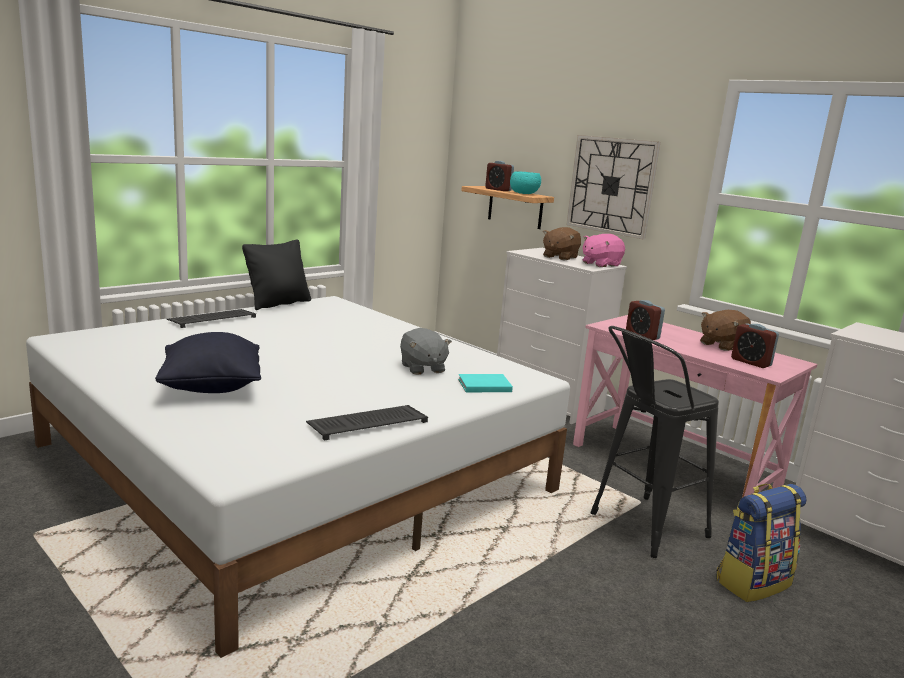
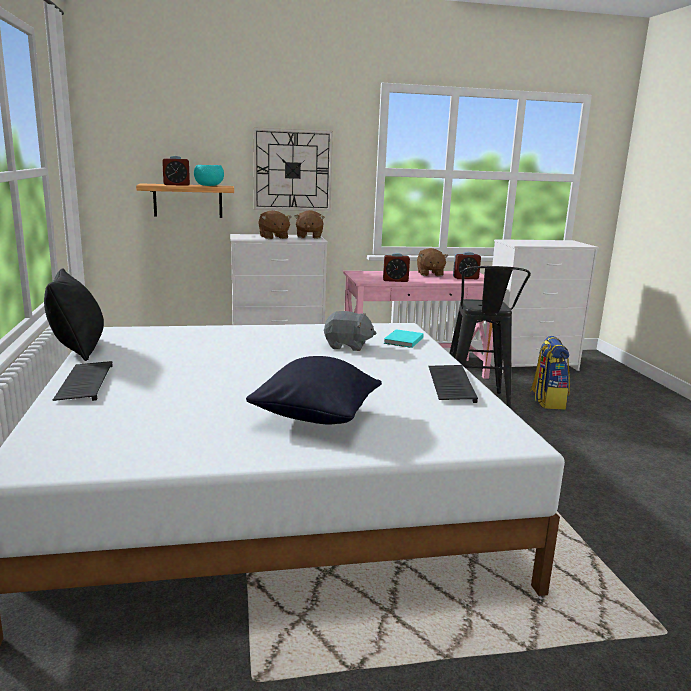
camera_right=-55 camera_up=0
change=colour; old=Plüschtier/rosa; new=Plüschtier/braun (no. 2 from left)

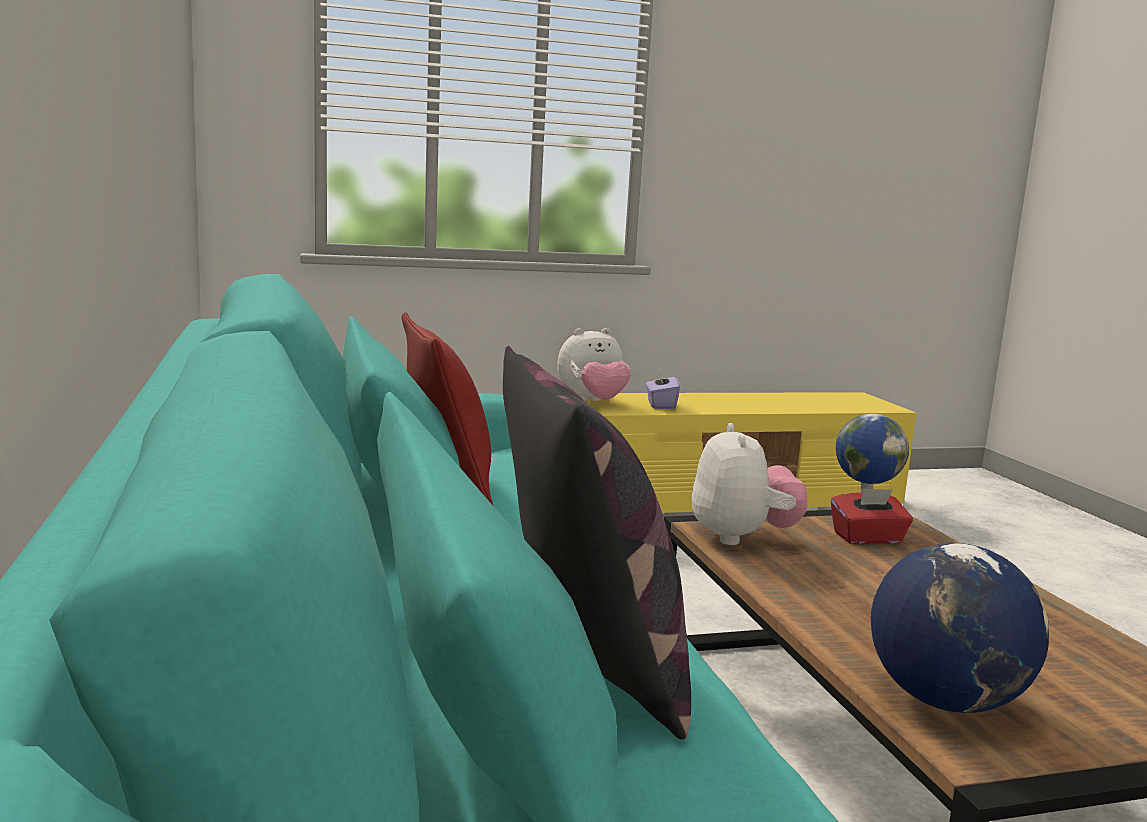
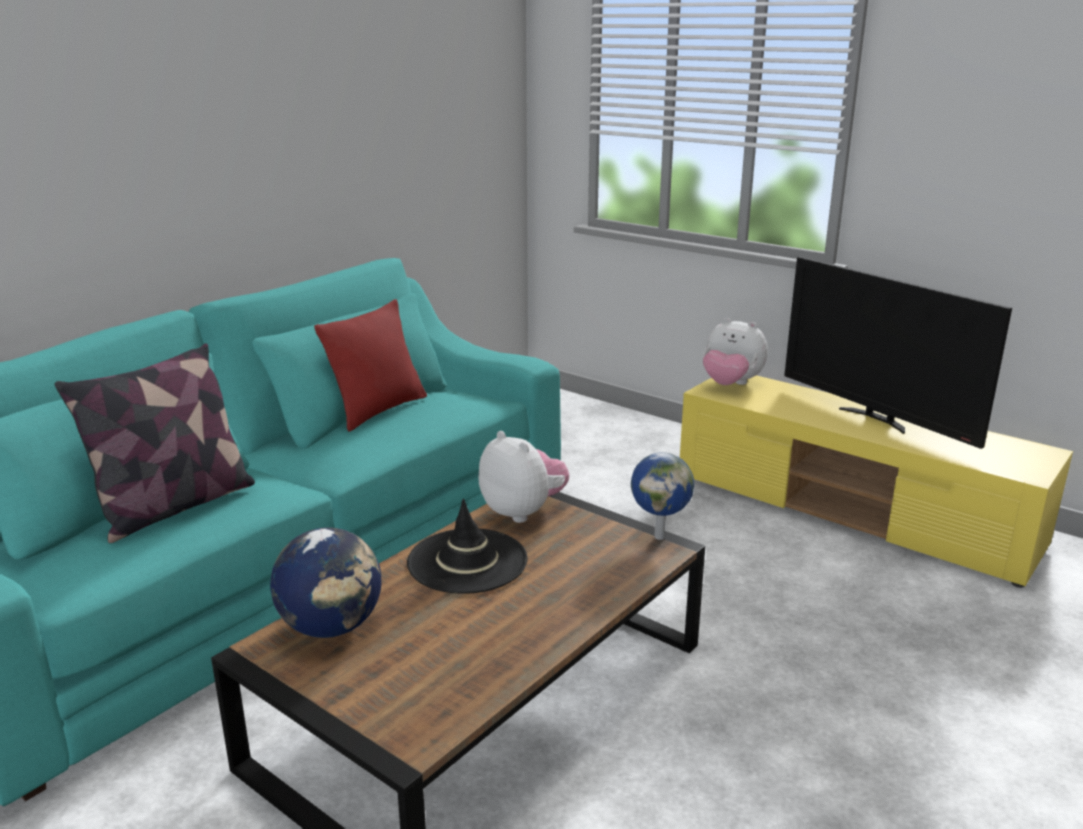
camera_right=55 camera_up=10
change=appeared; new=Hut/schwarz
change=spun; old=Plüschtier (no. 2 from left in the first image); degrees=-90
change=appeared; new=Fernseher
change=missing; old=Taschentuchbox/lila
change=missing; old=Taschentuchbox/rot

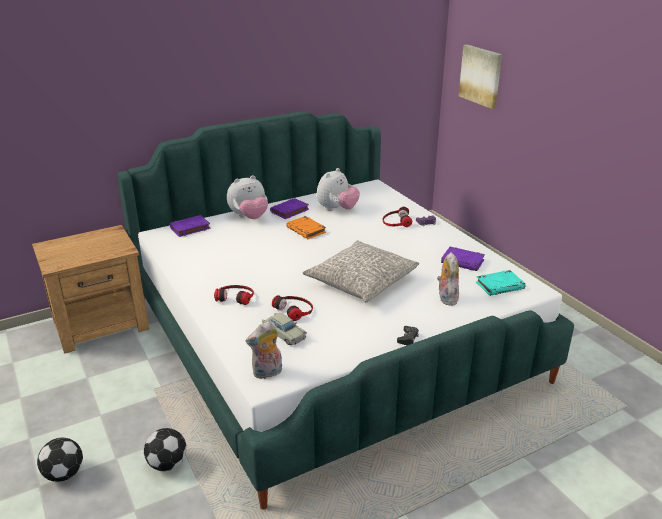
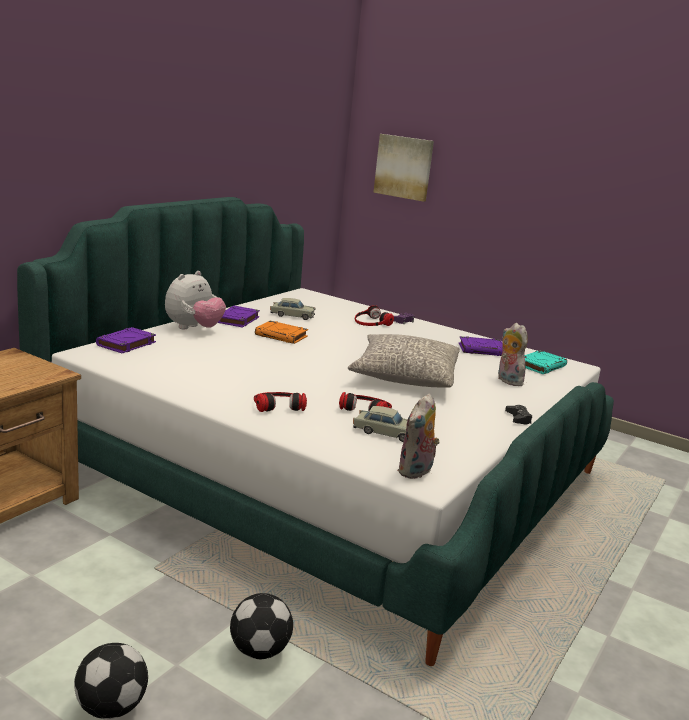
camera_right=-30 camera_up=-10
change=exchanged; old=Plüschtier (no. 3 from left); new=Spielzeugauto/beige (no. 1 from left)

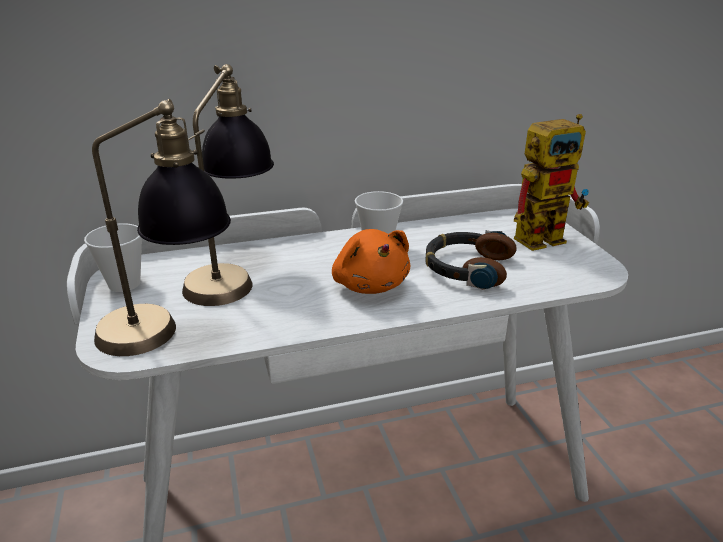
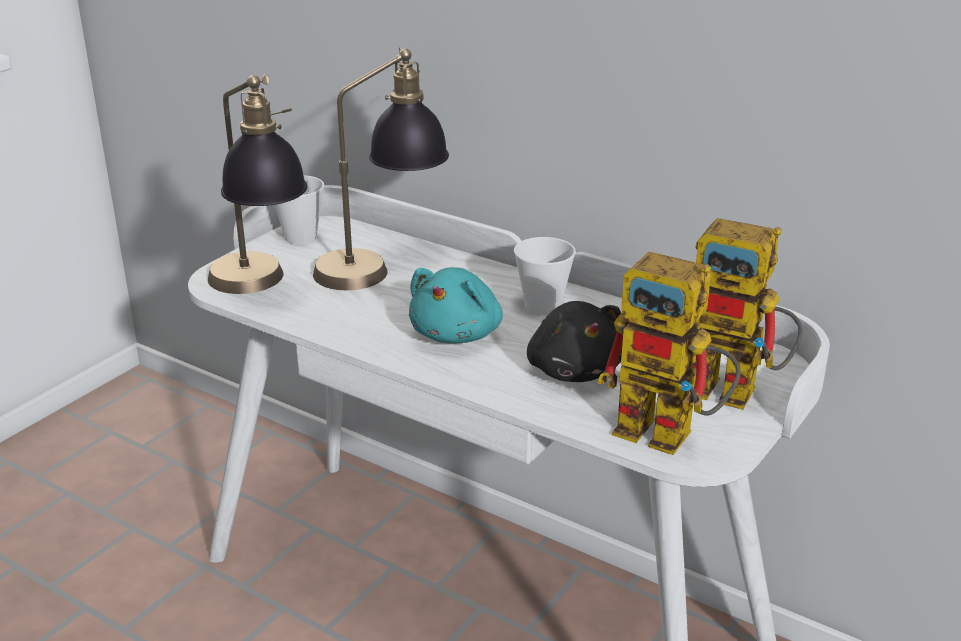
camera_right=50 camera_up=0
change=colour; old=Plüschtier/orange; new=Plüschtier/türkis
change=exchanged; old=Kopfhörer; new=Plüschtier/schwarz
change=appeared; new=Spielzeugroboter (no. 1 from left)

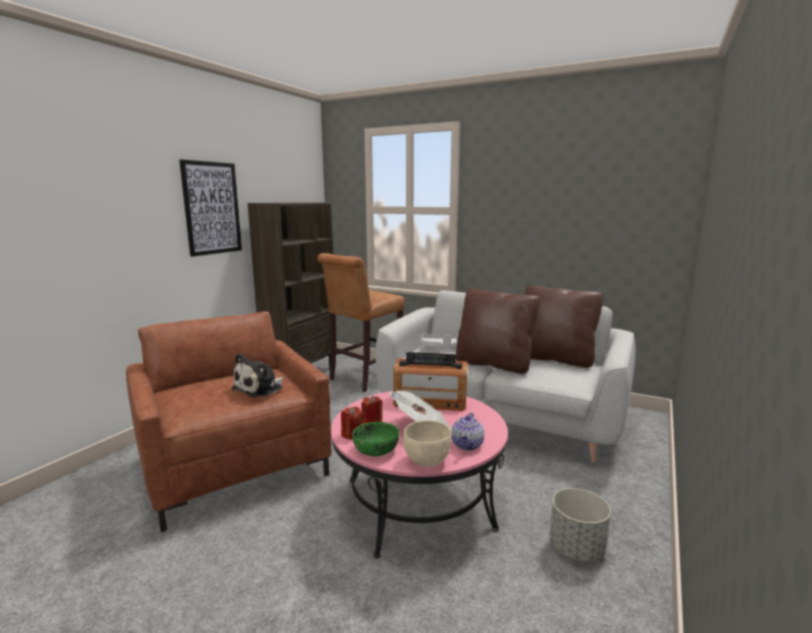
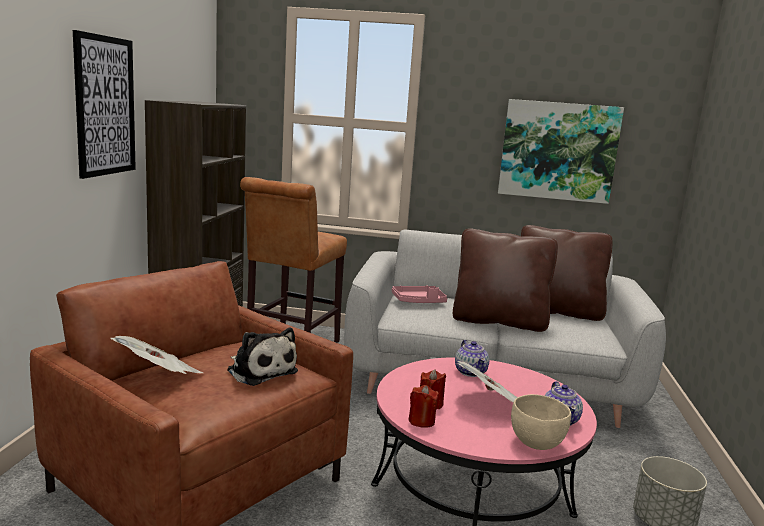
camera_right=-20 camera_up=0
change=appeared; new=Zeitung (no. 1 from left)
change=spun; old=Plüschtier; degrees=-60
change=colour; old=Tablett/grau; new=Tablett/rosa
change=exchanged; old=Radio; new=Teekanne (no. 1 from left)
change=appeared; new=Bild (no. 2 from left)
change=missing; old=Schüssel/grün

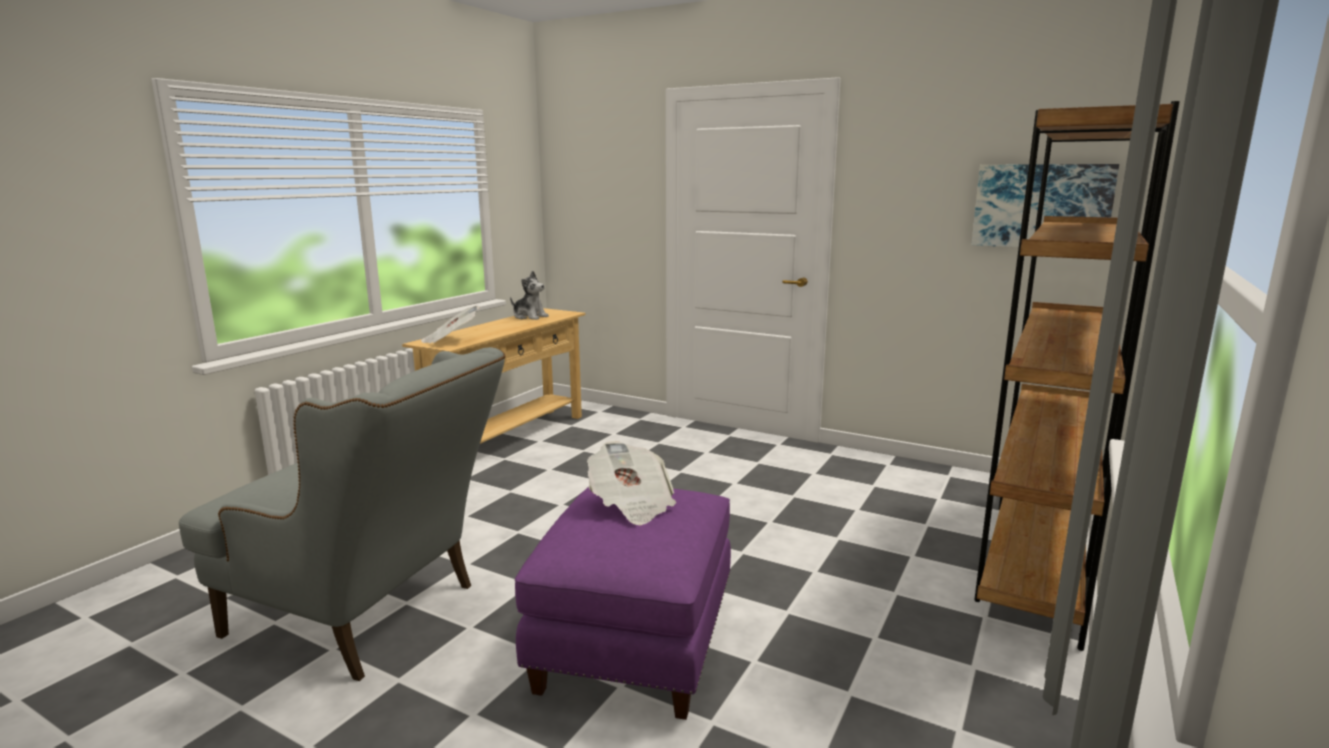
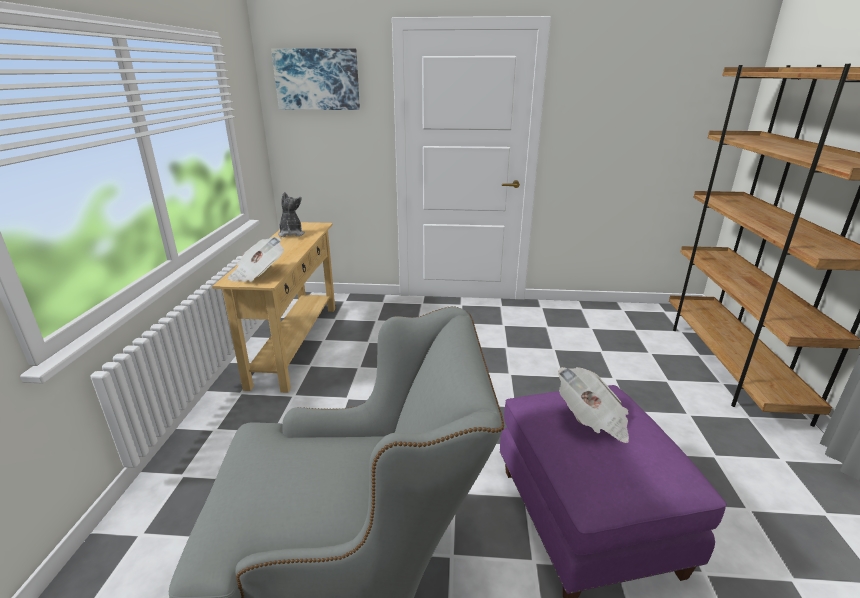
camera_right=-25 camera_up=10
change=relocated; old=Bild
change=spun; old=Plüschtier; degrees=-105

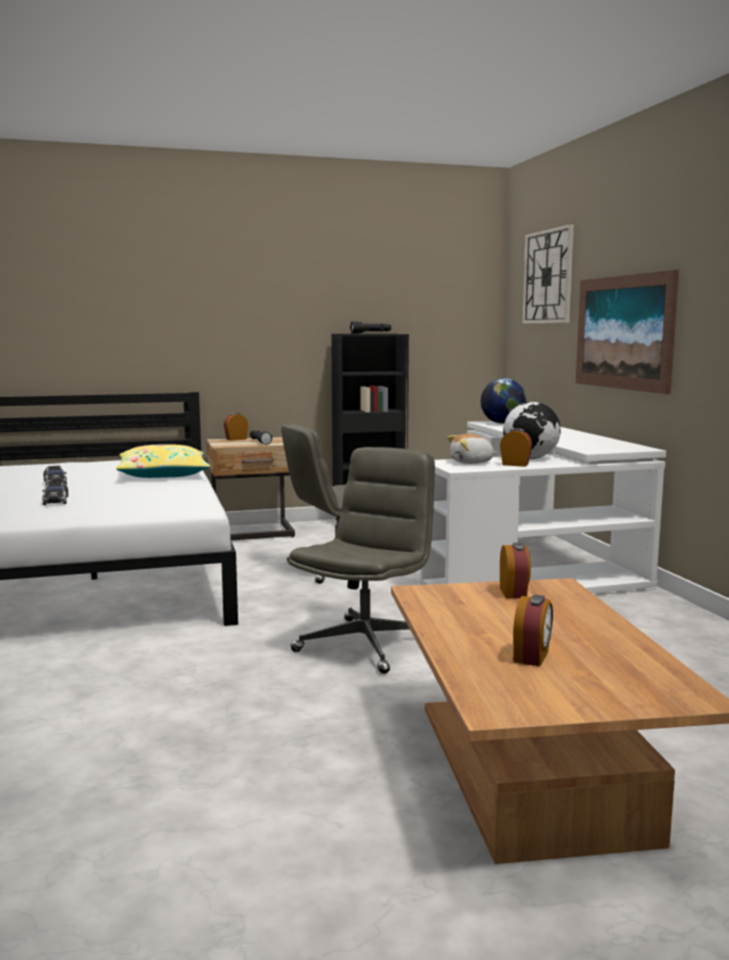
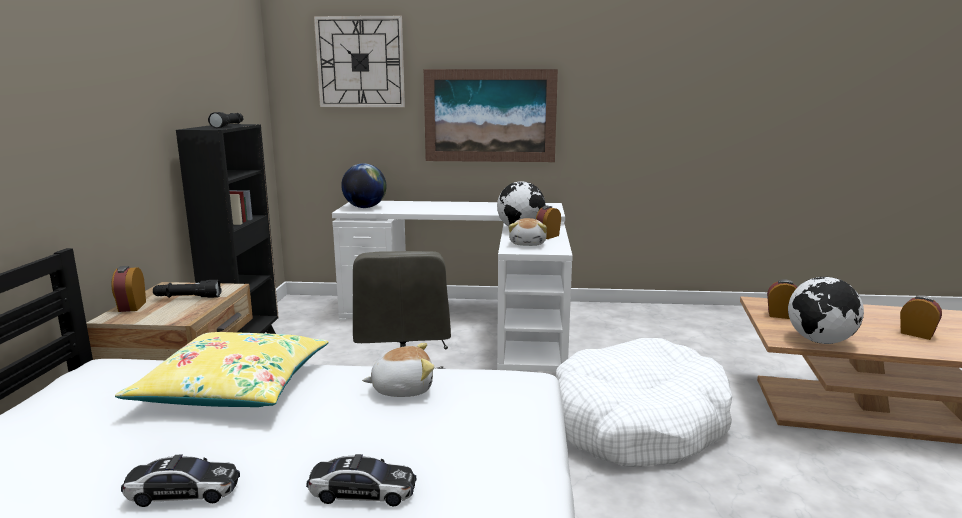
camera_right=-70 camera_up=5
change=appeared; new=Plüschtier (no. 1 from left)
change=exchanged; old=Bürostuhl/grau (no. 2 from left); new=Hundebett/weiß
change=appeared; new=Globus (no. 3 from left)

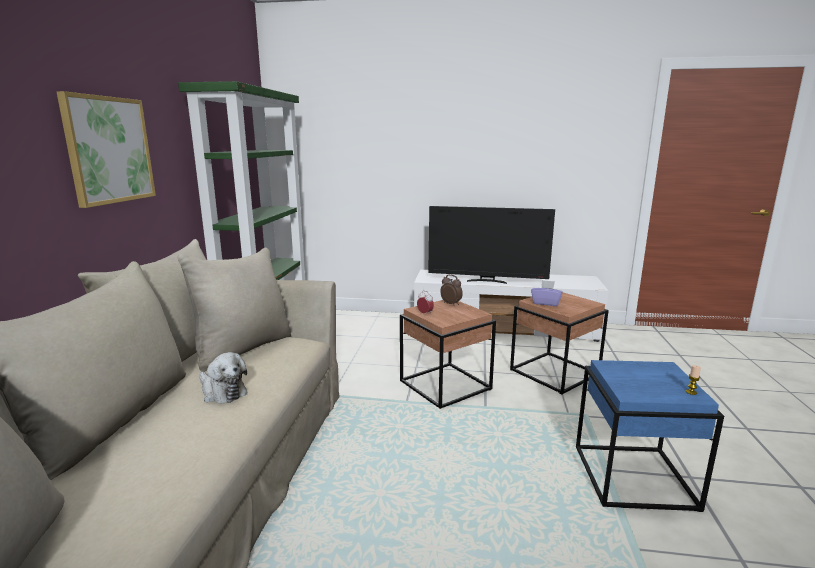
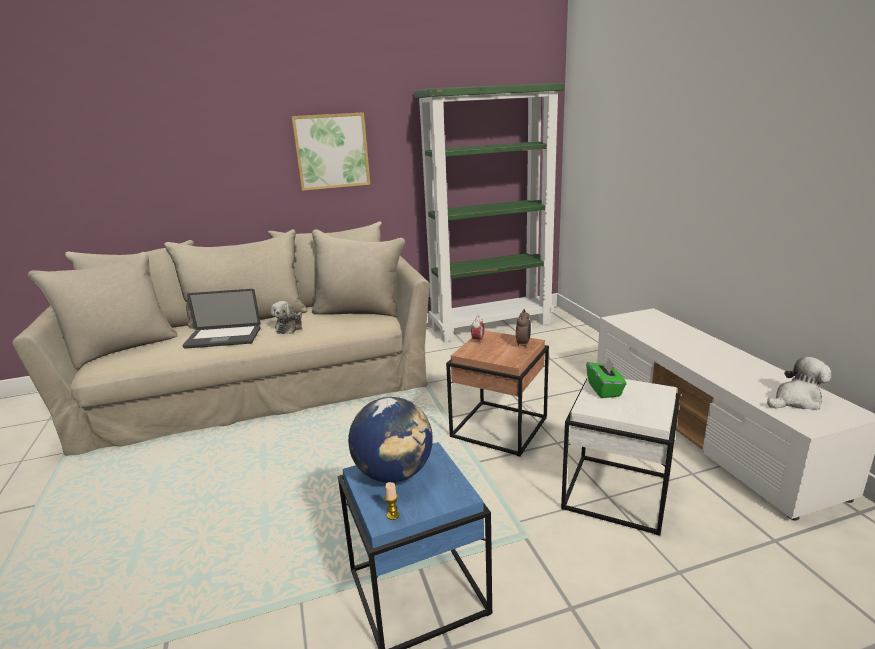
camera_right=65 camera_up=5
change=appeared; new=Laptop
change=appeared; new=Globus
change=colour; old=Beistelltisch/braun (no. 2 from left); new=Beistelltisch/weiß
change=colour; old=Taschentuchbox/lila; new=Taschentuchbox/grün
change=appeared; new=Plüschtier (no. 2 from left)
change=missing; old=Fernseher

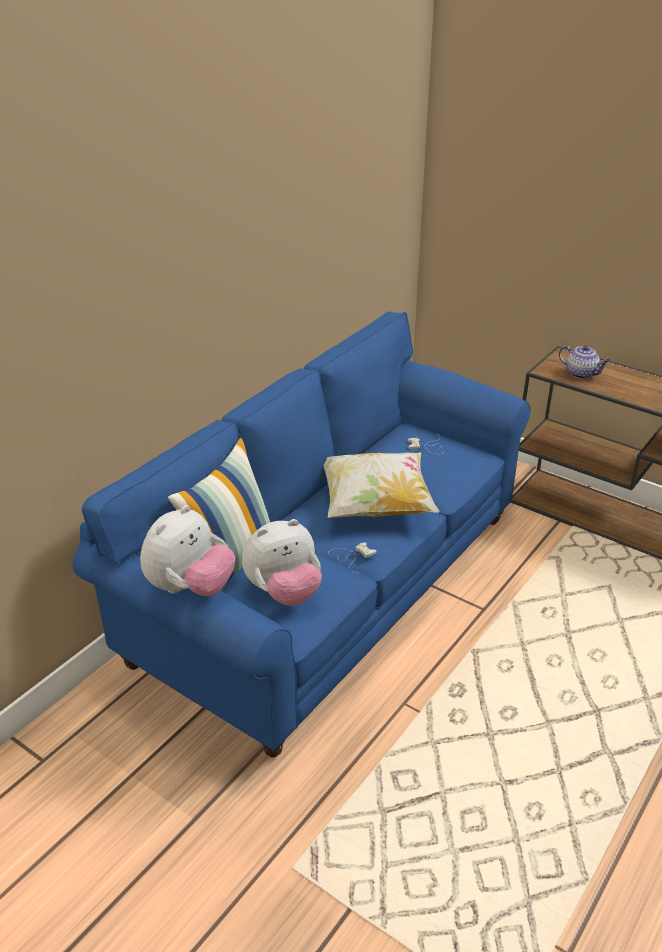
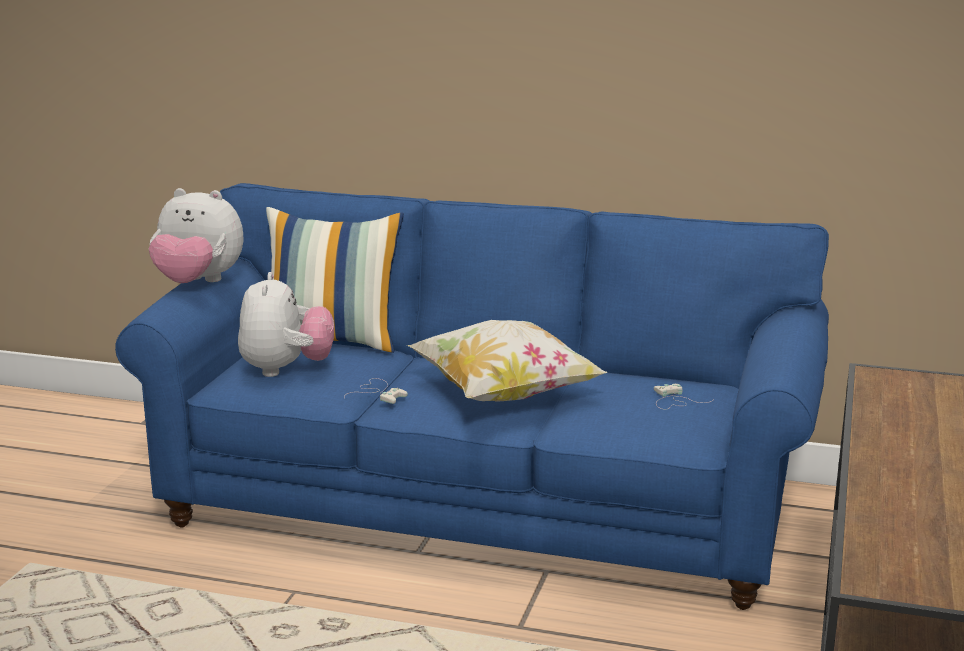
camera_right=70 camera_up=-15
change=spun; old=Plüschtier (no. 2 from left); degrees=-135
change=missing; old=Teekanne

